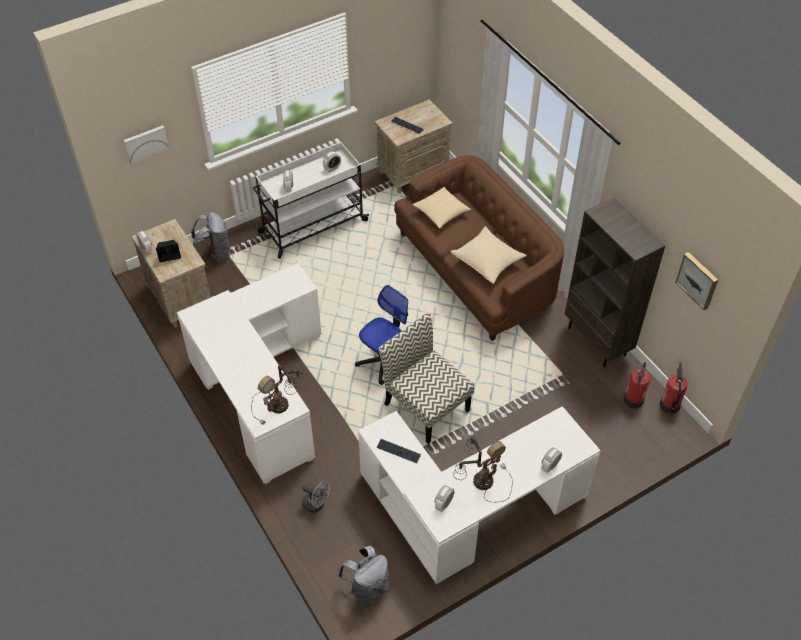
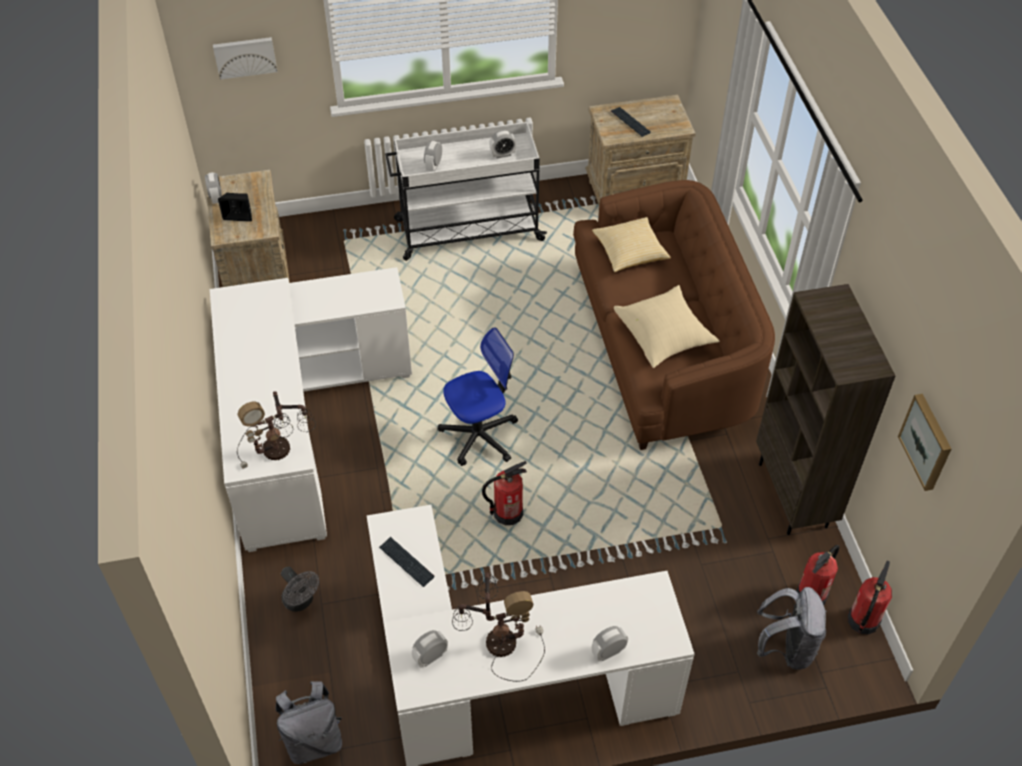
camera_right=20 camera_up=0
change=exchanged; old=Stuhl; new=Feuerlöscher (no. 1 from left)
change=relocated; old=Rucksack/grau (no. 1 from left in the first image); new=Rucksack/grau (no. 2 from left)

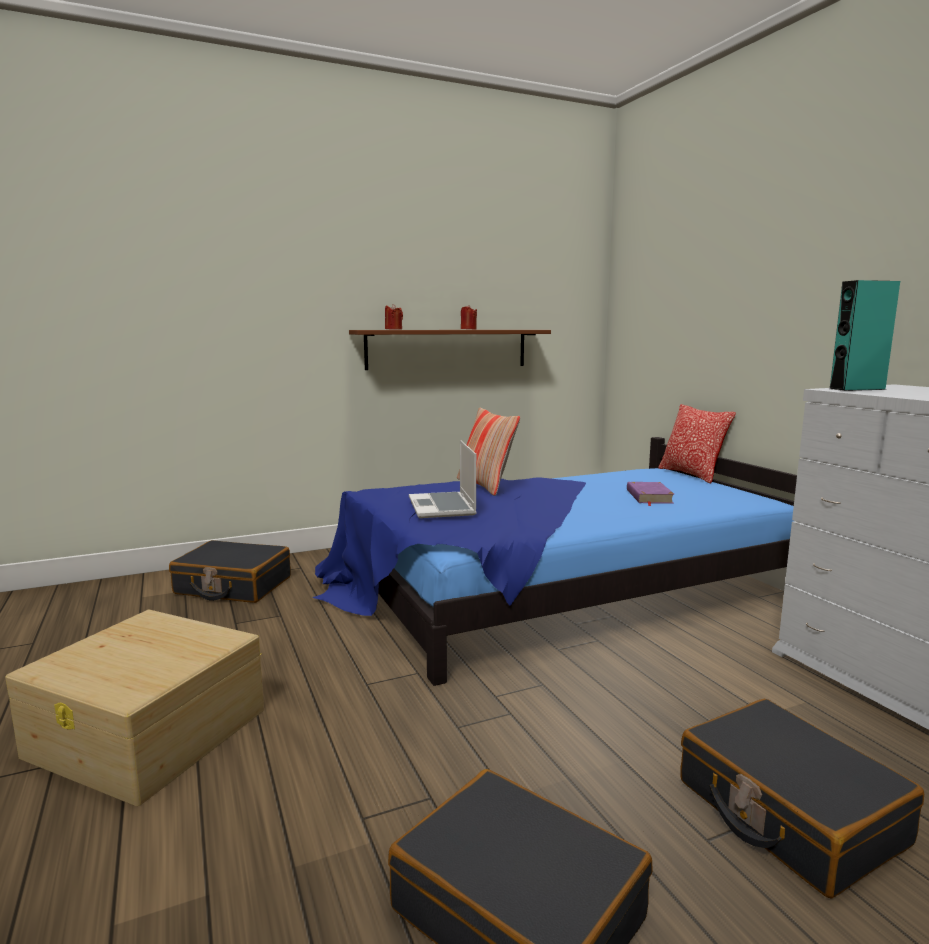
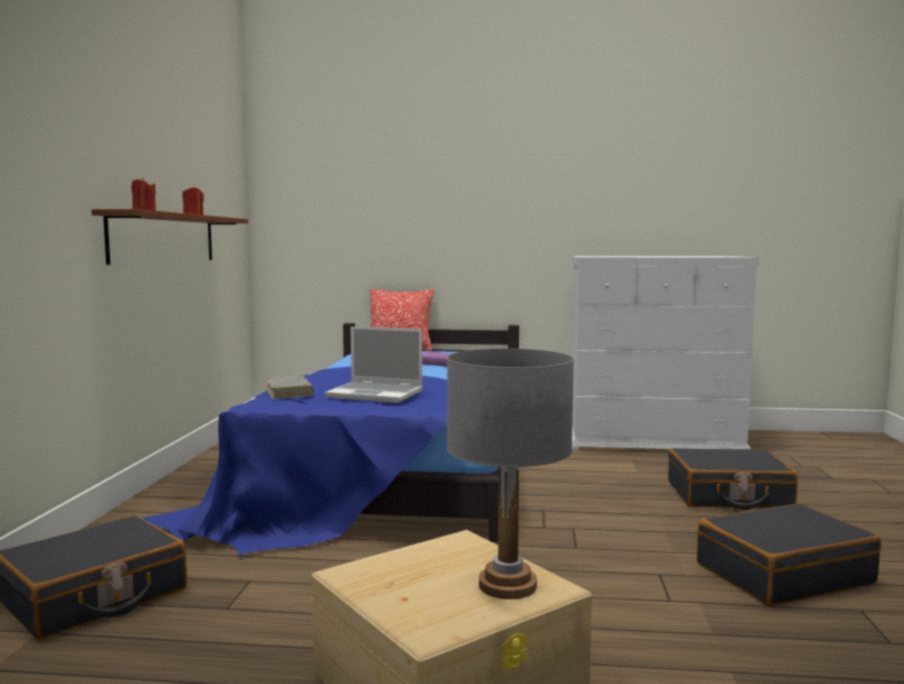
camera_right=-60 camera_up=-5
change=appeared; new=Buch/grau
change=appeared; new=Tischlampe/grau
change=missing; old=Kissen (no. 1 from left)
change=missing; old=Lautsprecher/türkis

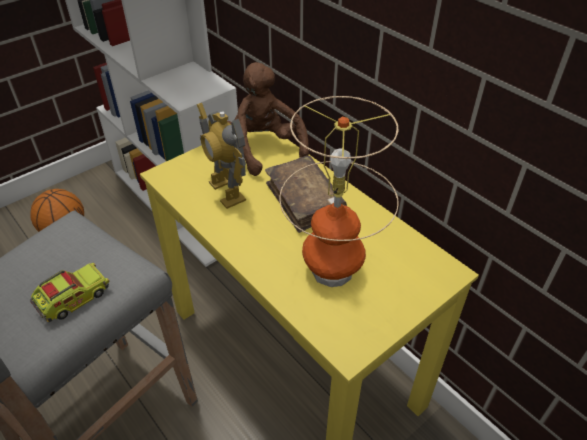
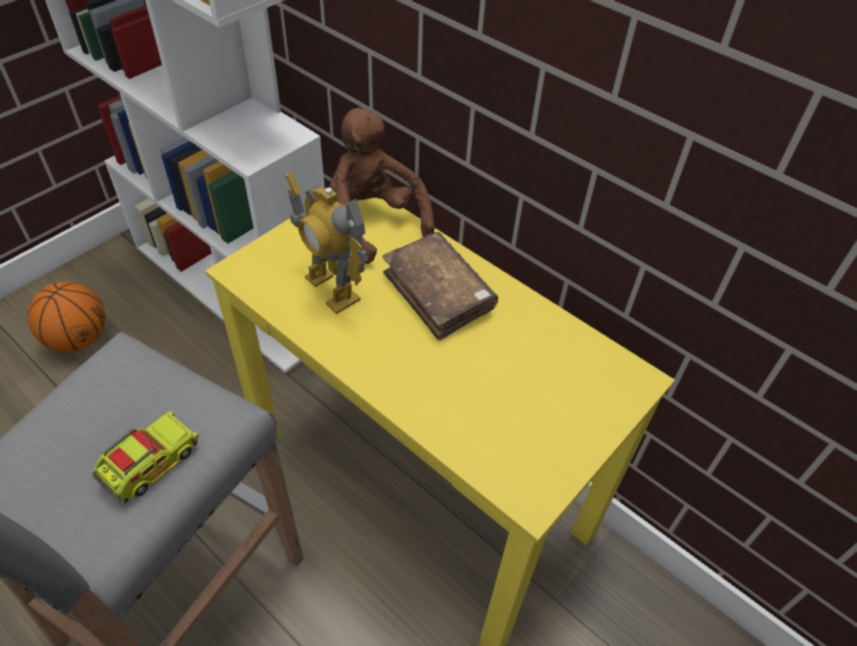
camera_right=-10 camera_up=5
change=missing; old=Tischlampe

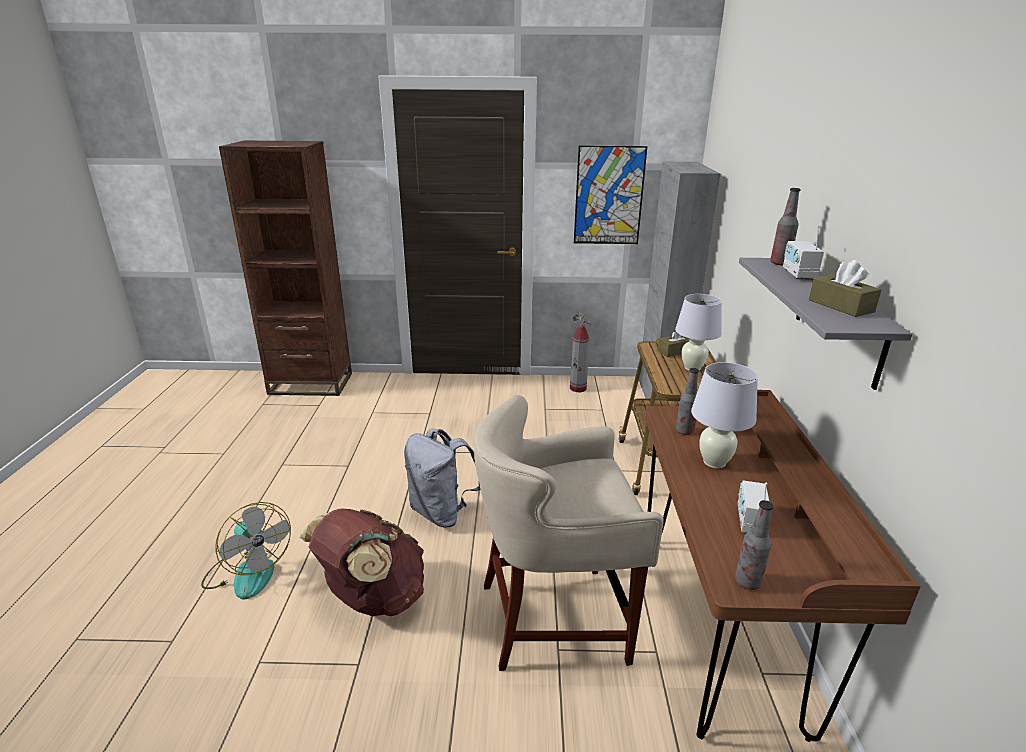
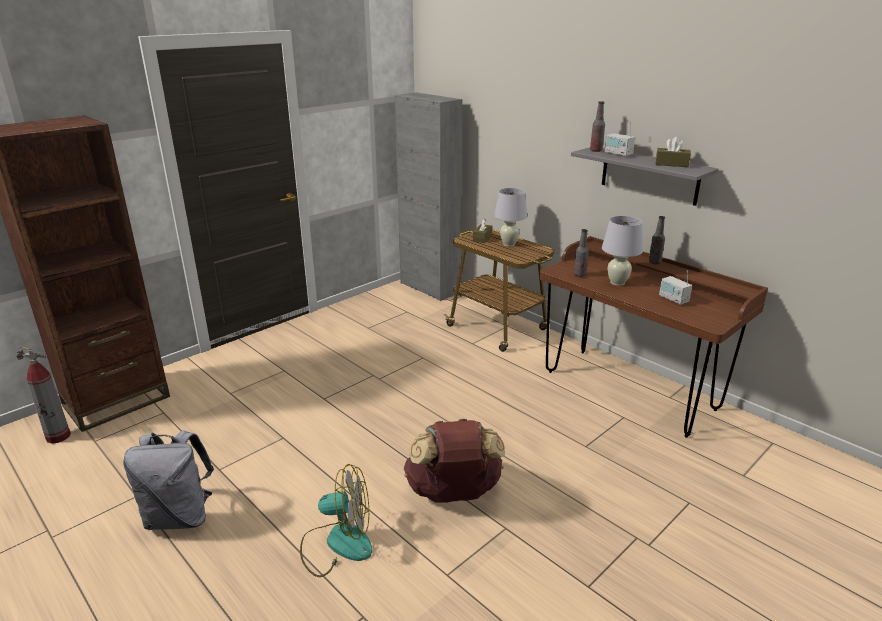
camera_right=-45 camera_up=0
change=relocated; old=Feuerlöscher
change=relocated; old=Rucksack/grau
change=relocated; old=Flasche (no. 2 from left in the first image); new=Flasche (no. 3 from left)
change=missing; old=Hocker/beige
change=missing; old=Bild

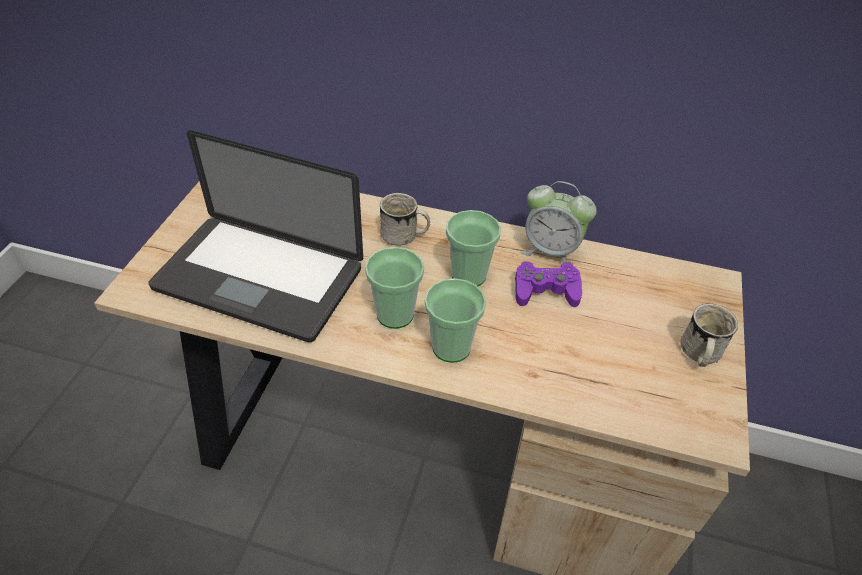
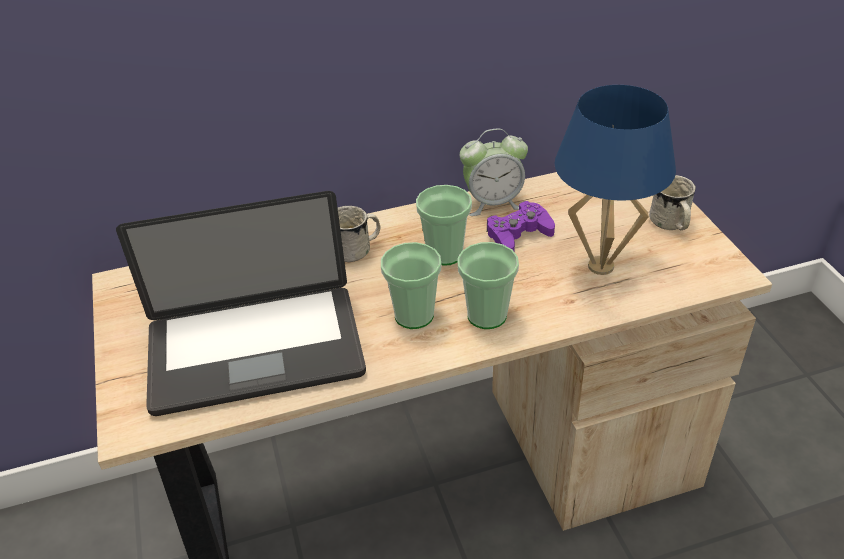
camera_right=-30 camera_up=-5
change=appeared; new=Tischlampe/blau

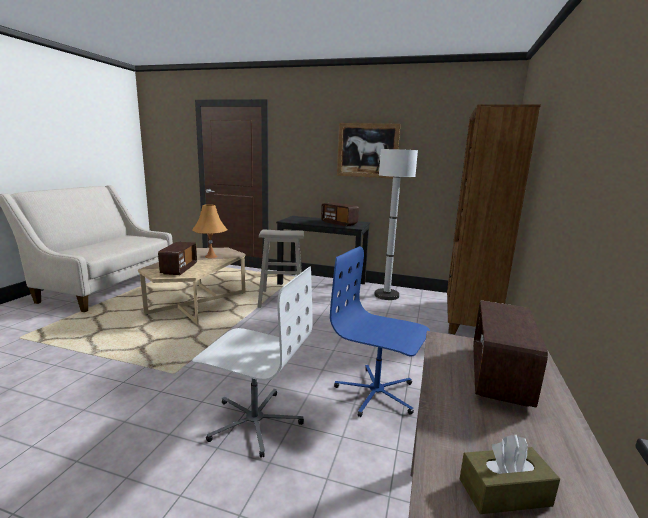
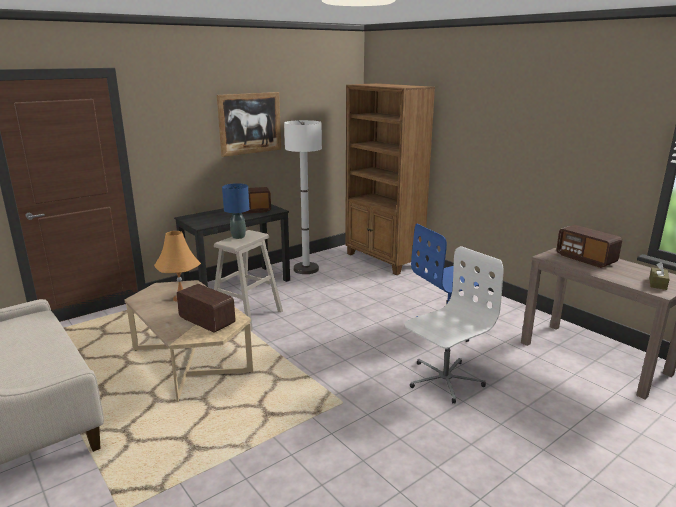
camera_right=-55 camera_up=5
change=appeared; new=Tischlampe/blau

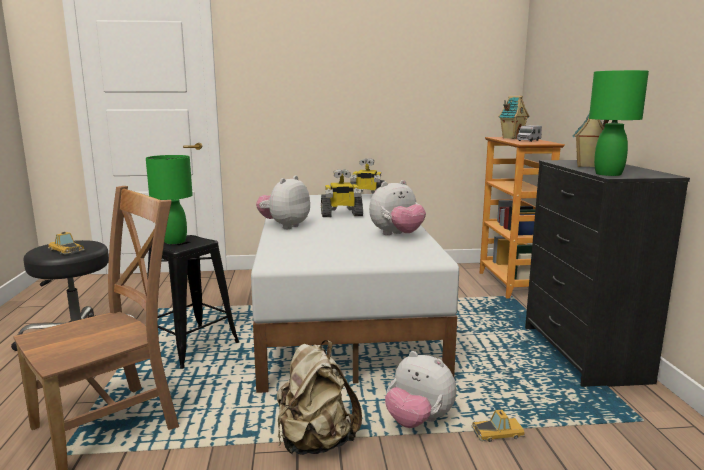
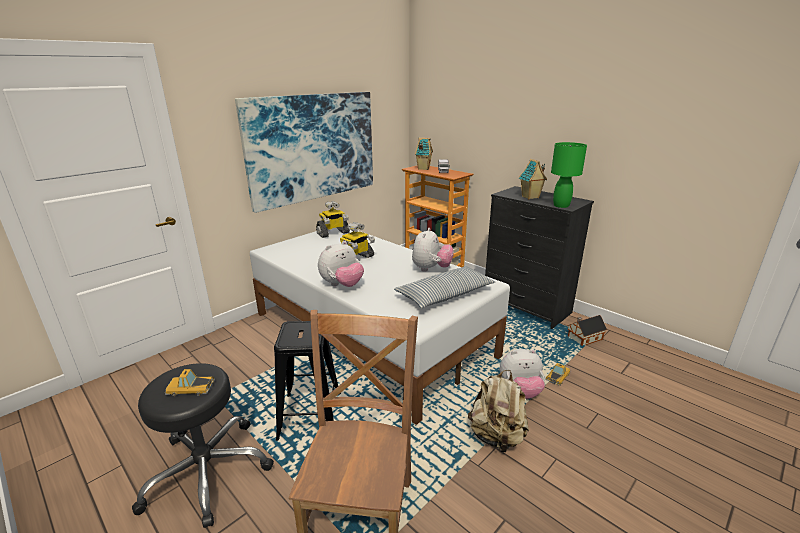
camera_right=-40 camera_up=10
change=appeared; new=Bild
change=spun; old=Plüschtier (no. 1 from left); degrees=-120
change=appeared; new=Kissen
change=appeared; new=Spielzeughaus (no. 3 from left)
change=missing; old=Tischlampe/grün (no. 1 from left)

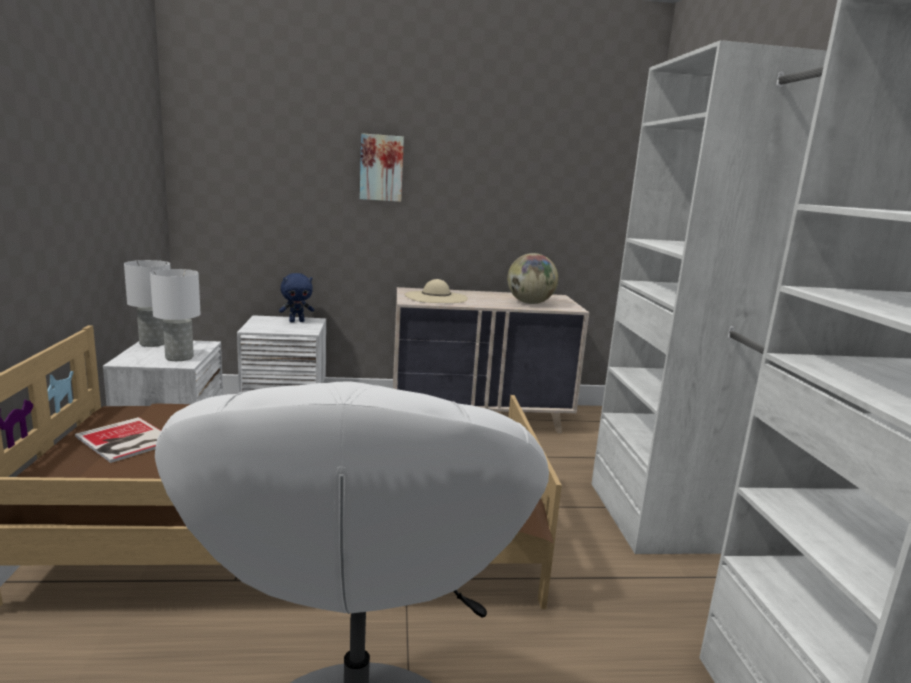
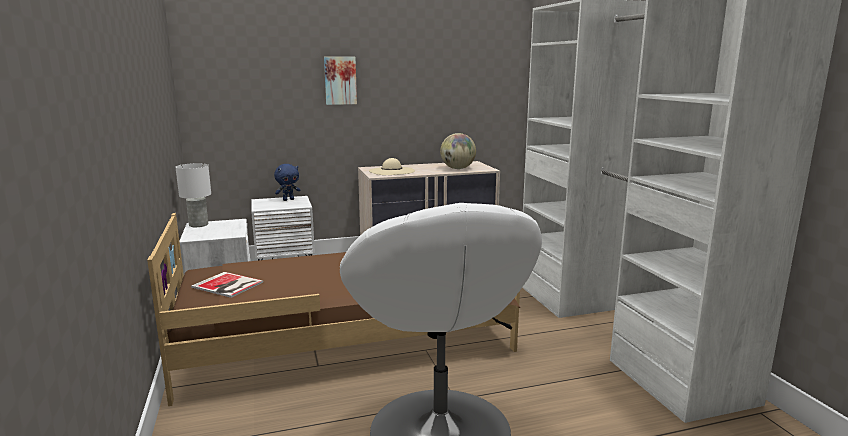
camera_right=-10 camera_up=0
change=missing; old=Tischlampe/weiß (no. 2 from left)

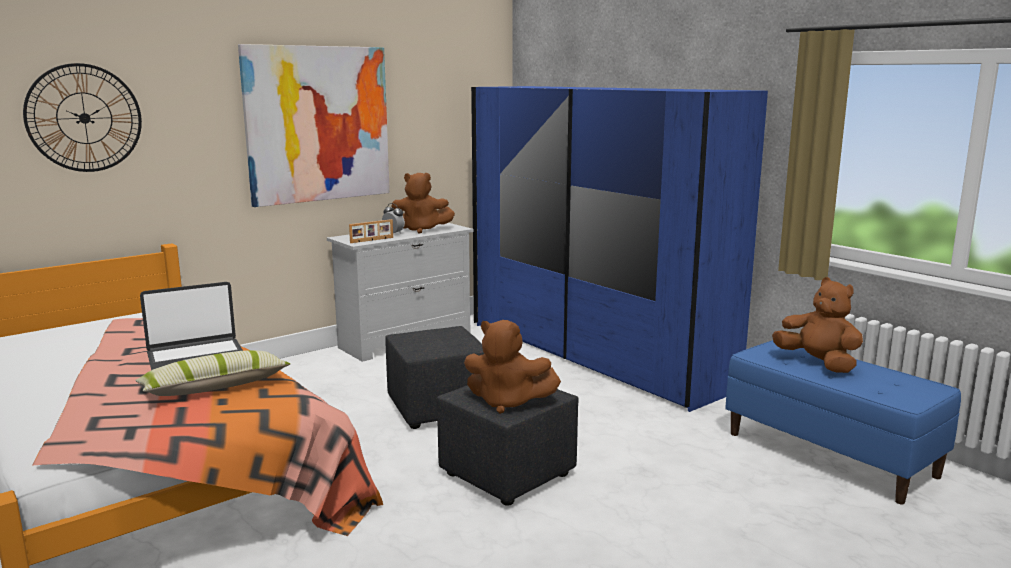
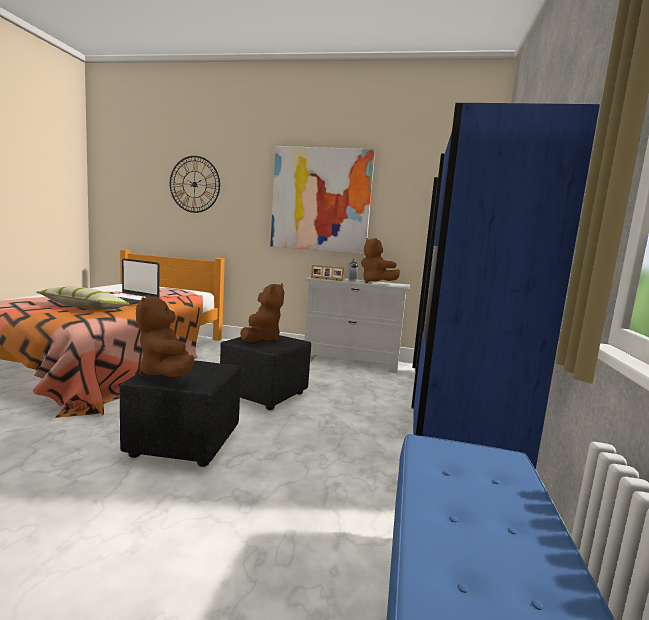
camera_right=50 camera_up=-5
change=relocated; old=Plüschtier/braun (no. 3 from left in the first image); new=Plüschtier/braun (no. 2 from left)

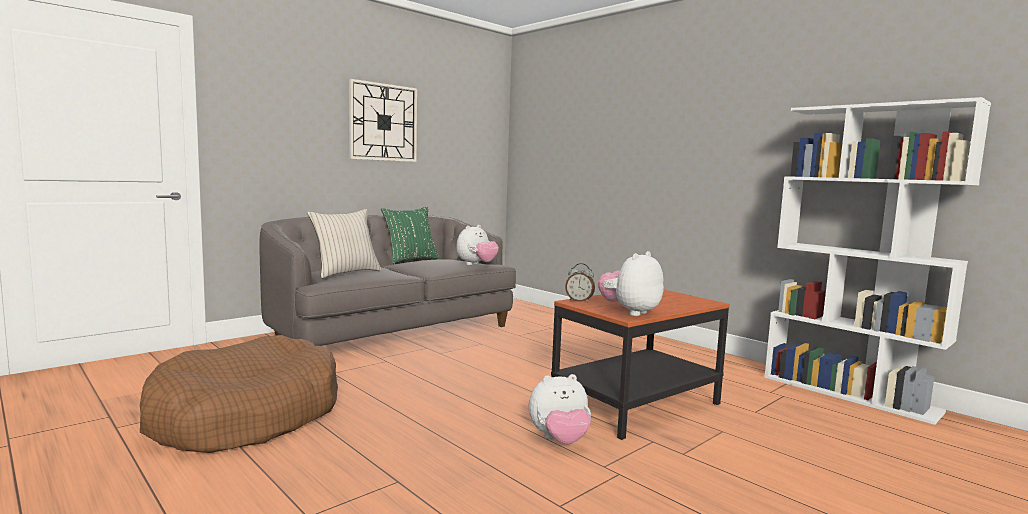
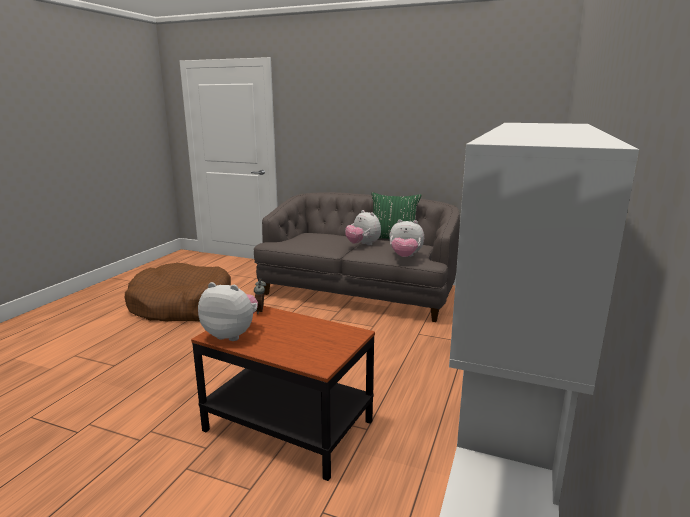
camera_right=65 camera_up=10
change=relocated; old=Plüschtier (no. 2 from left)
change=missing; old=Kissen/beige
change=missing; old=Wanduhr

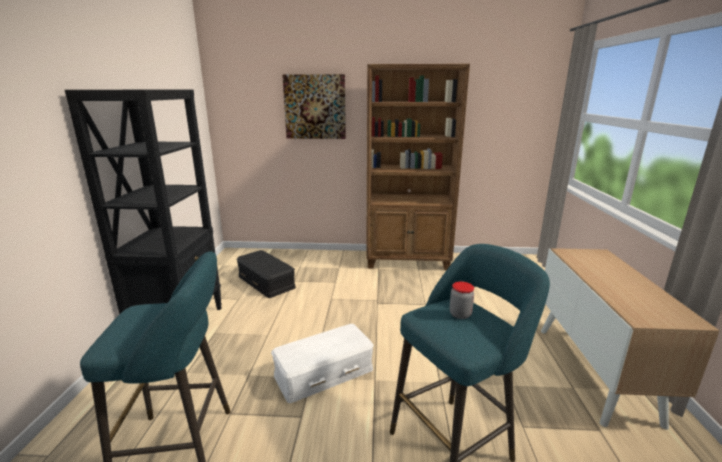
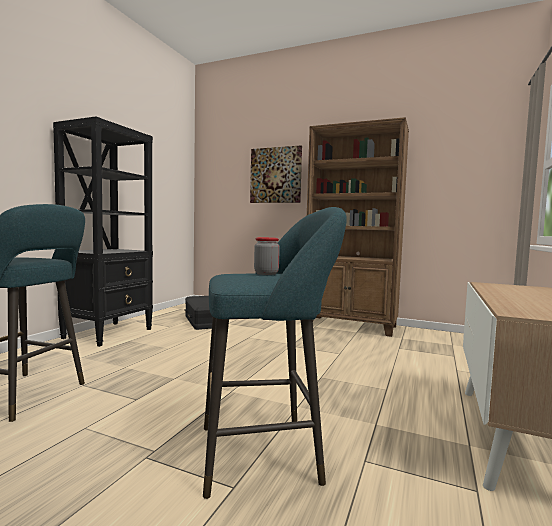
camera_right=20 camera_up=-15
change=missing; old=Aufbewahrungsbox/weiß

